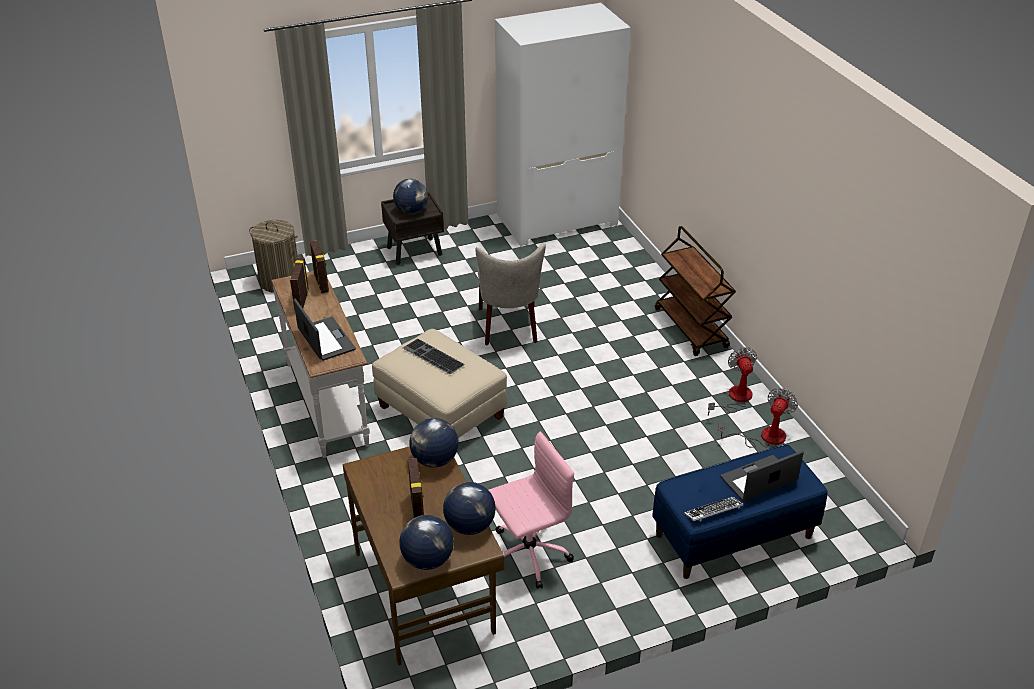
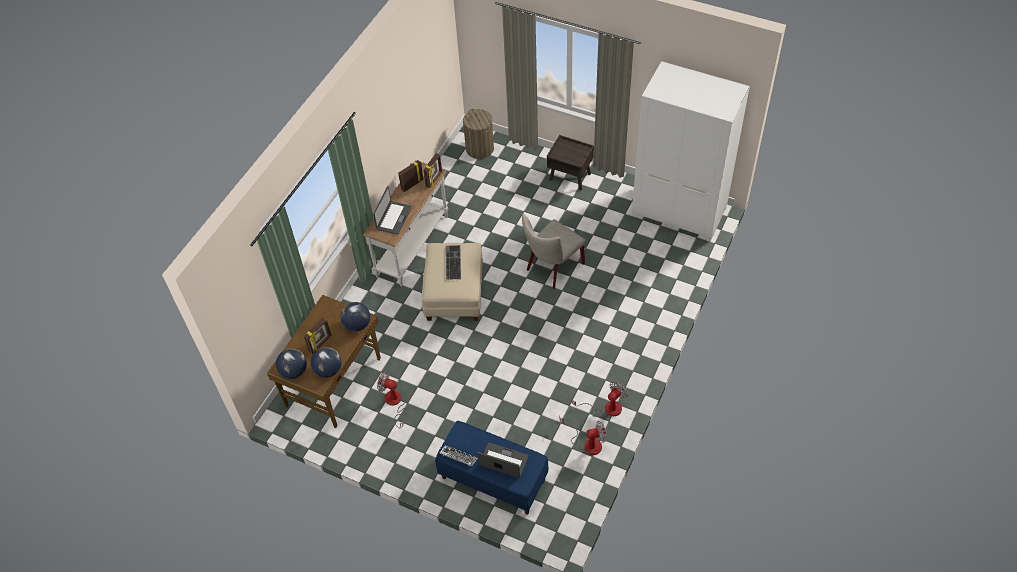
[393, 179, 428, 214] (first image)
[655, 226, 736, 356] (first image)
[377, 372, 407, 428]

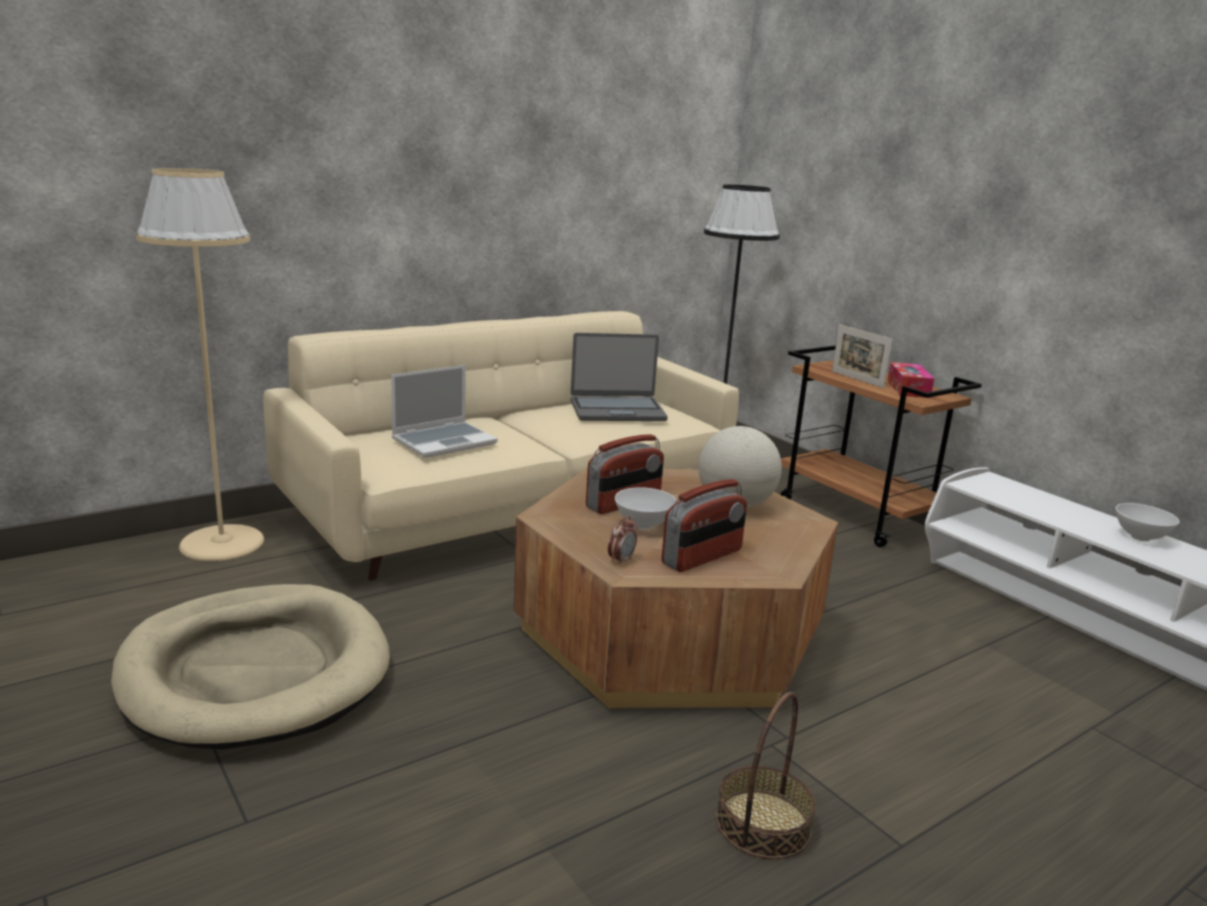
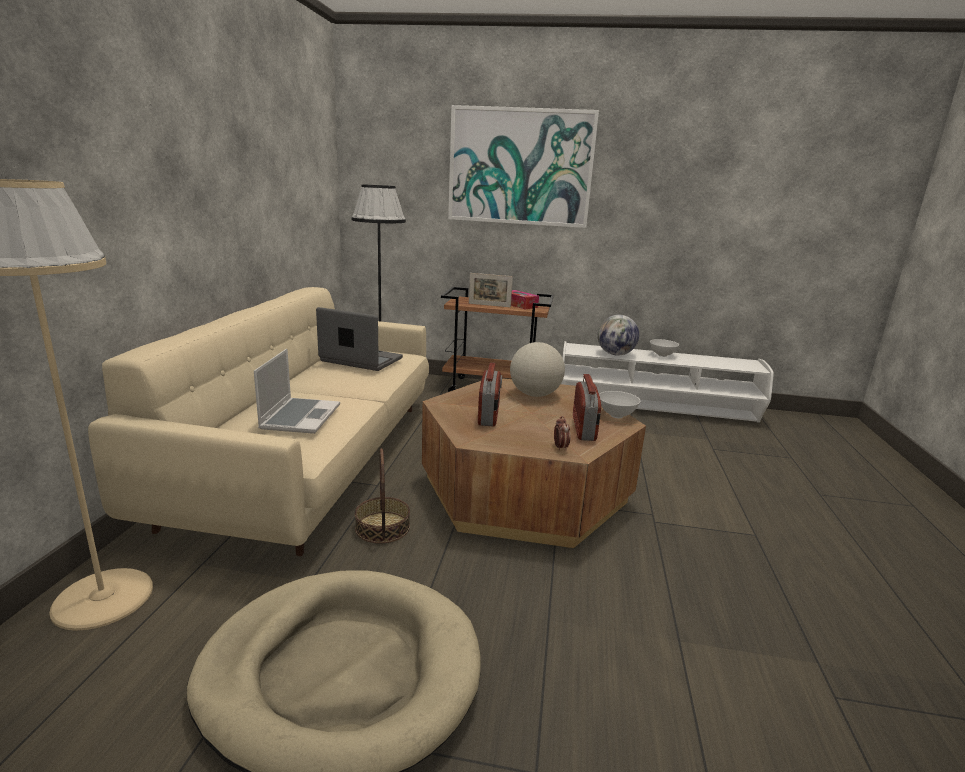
[448, 105, 599, 228]
[598, 315, 639, 356]
[599, 391, 641, 418]
[355, 448, 410, 543]
[316, 307, 403, 371]

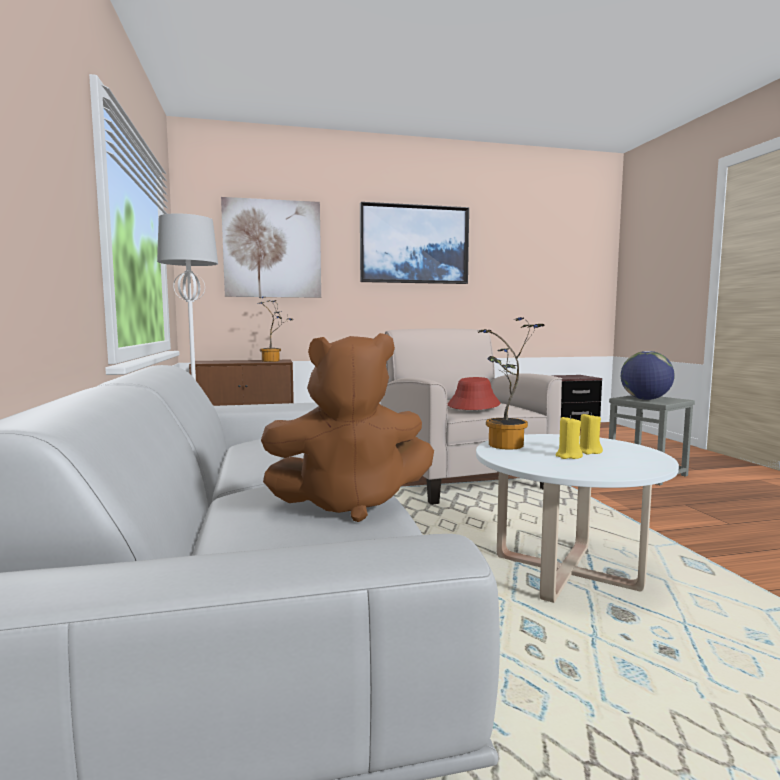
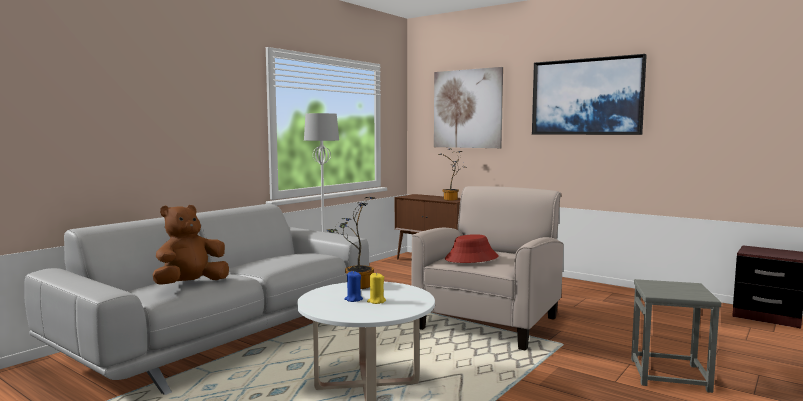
[621, 351, 675, 400] (first image)
[344, 271, 363, 302]
[153, 205, 229, 285]

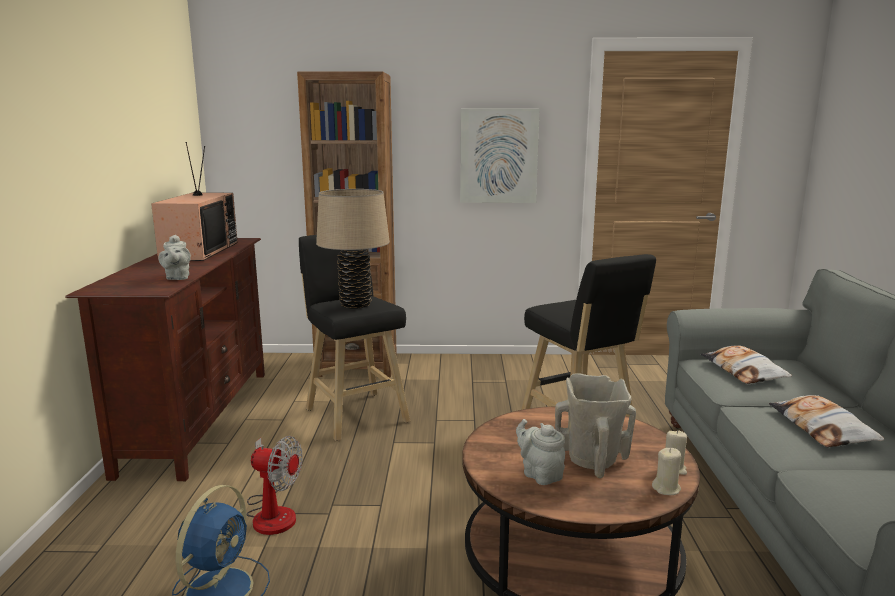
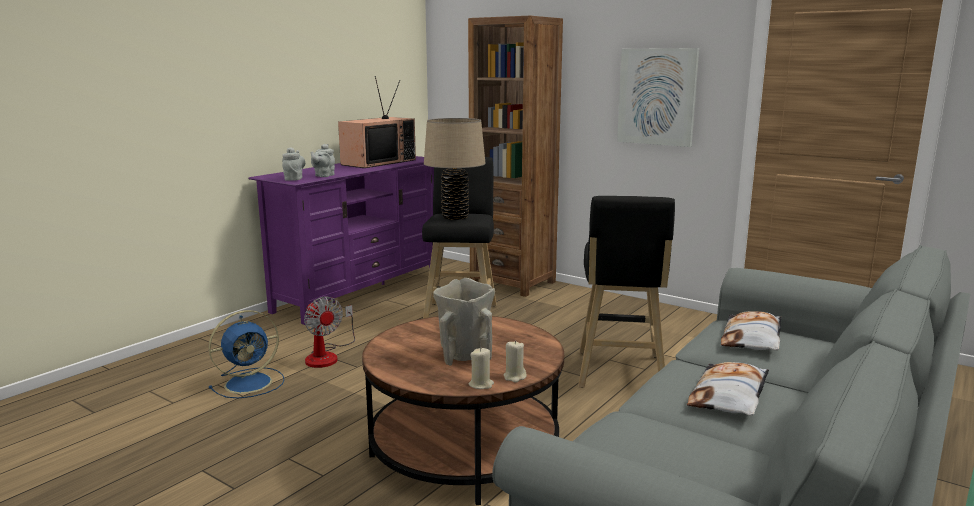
[282, 147, 305, 181]
[248, 156, 434, 325]

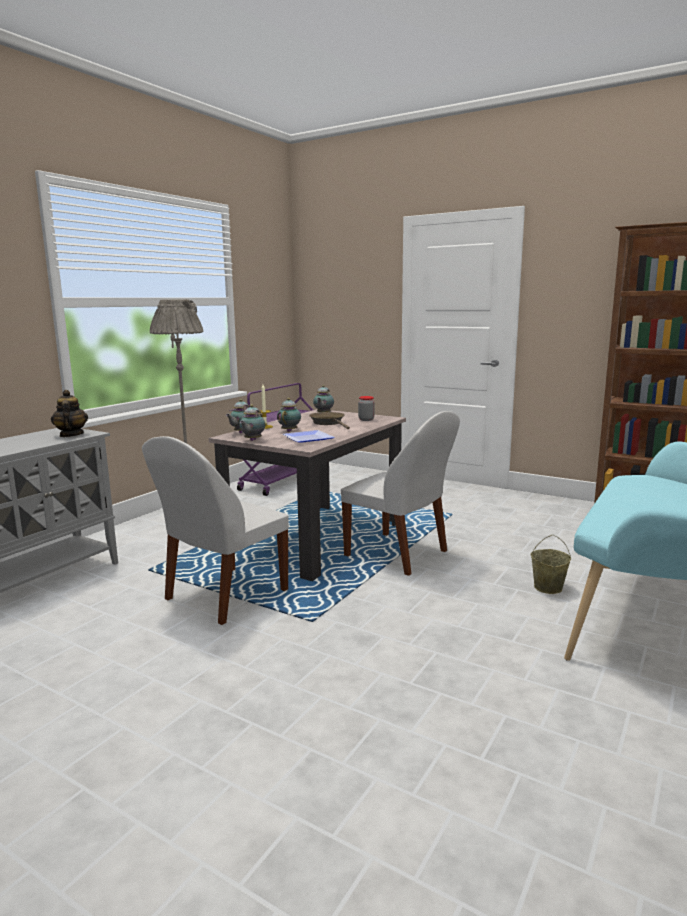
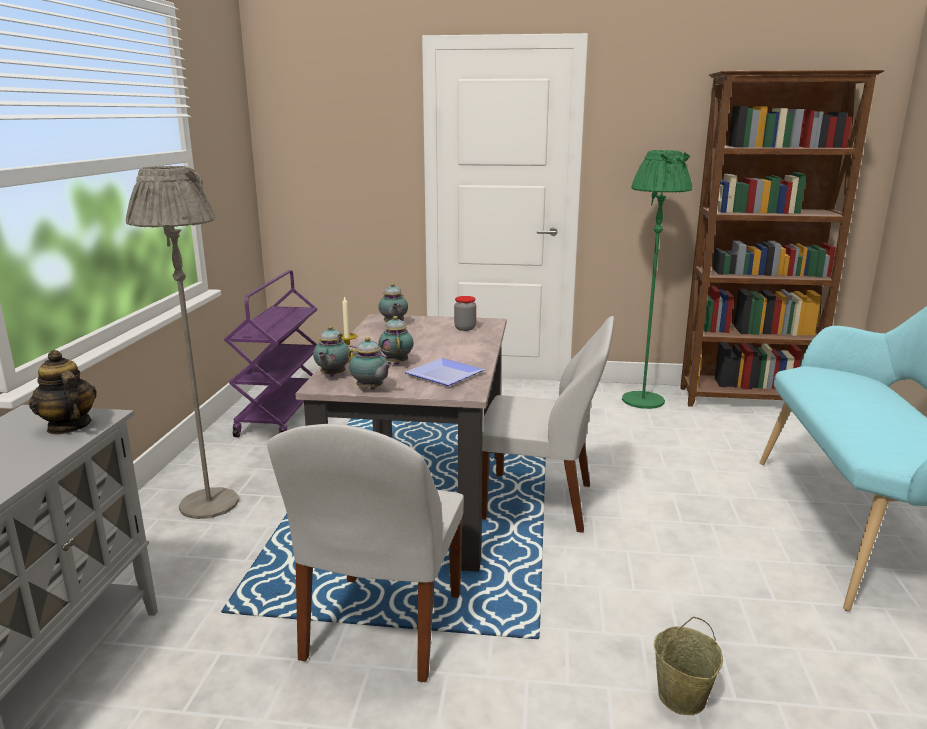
[309, 412, 350, 429] (first image)
[622, 150, 693, 409]
[654, 617, 723, 715]
[348, 337, 393, 390]

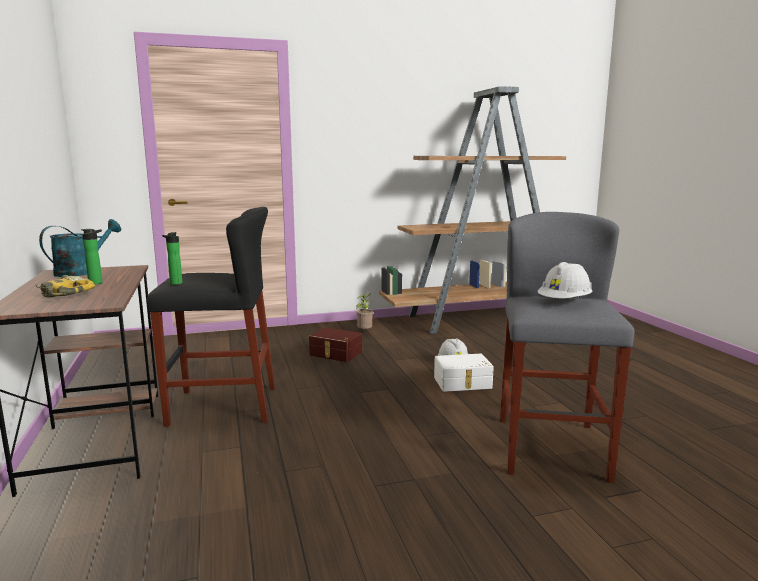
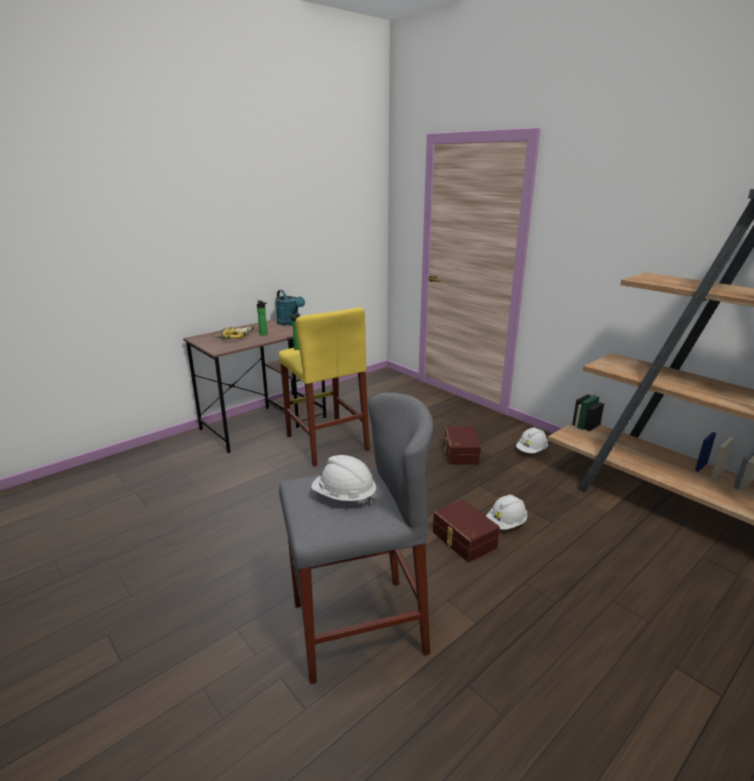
[516, 427, 548, 453]
[279, 307, 370, 467]
[433, 499, 500, 563]
[275, 290, 305, 326]

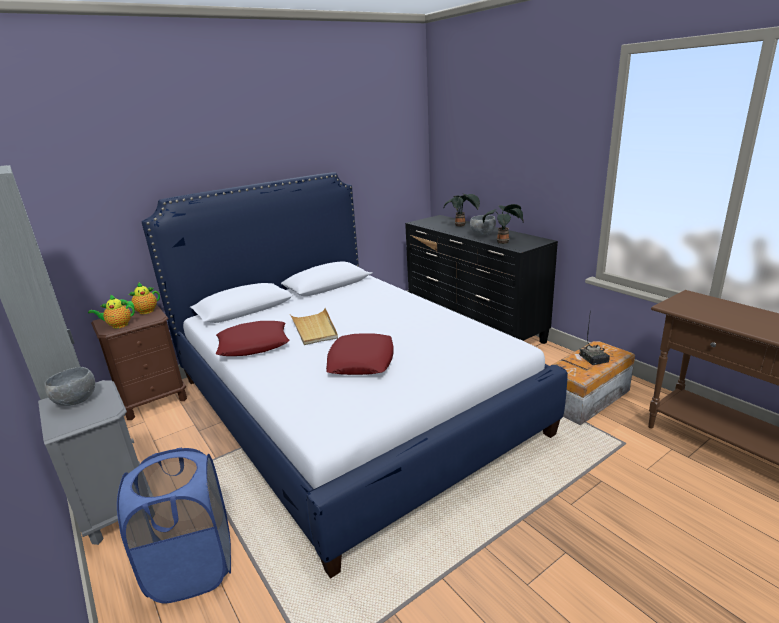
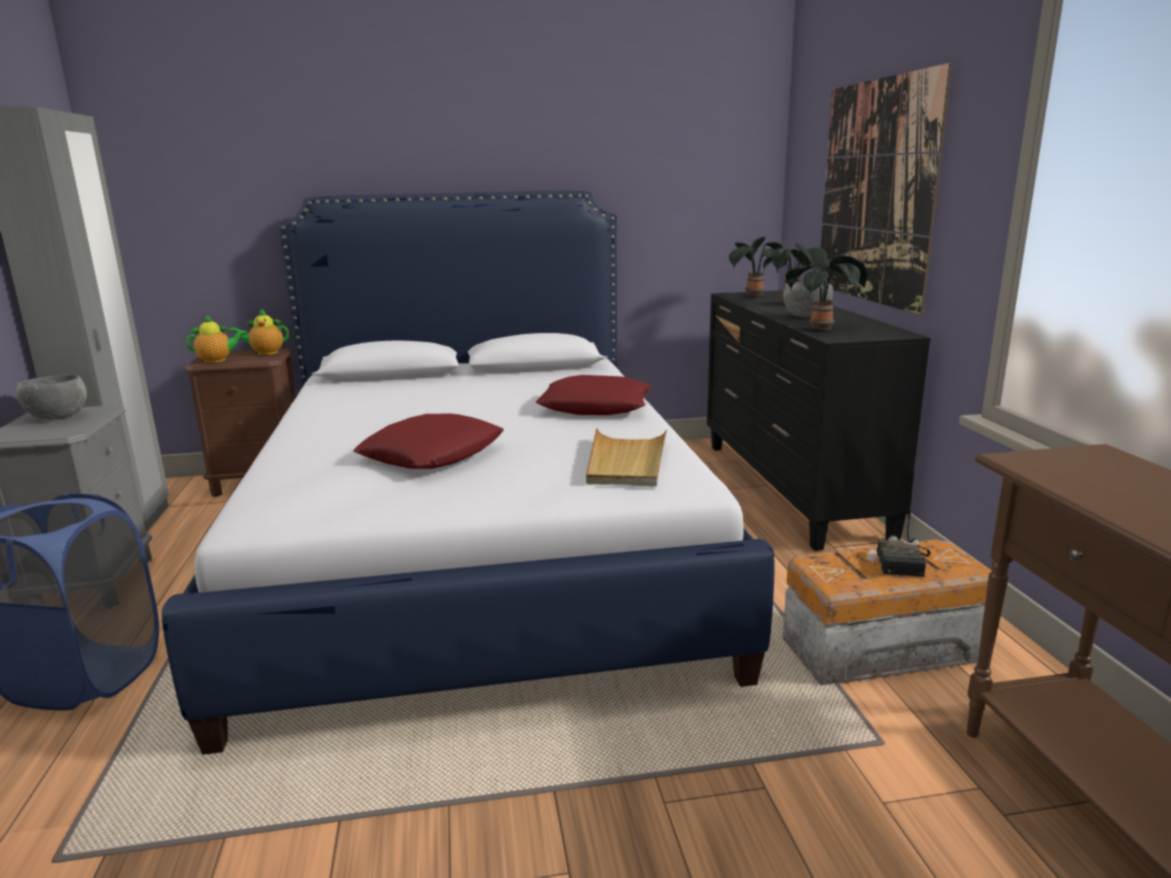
[729, 237, 783, 296]
[821, 63, 952, 315]
[536, 375, 652, 415]
[586, 428, 667, 486]
[186, 314, 248, 363]

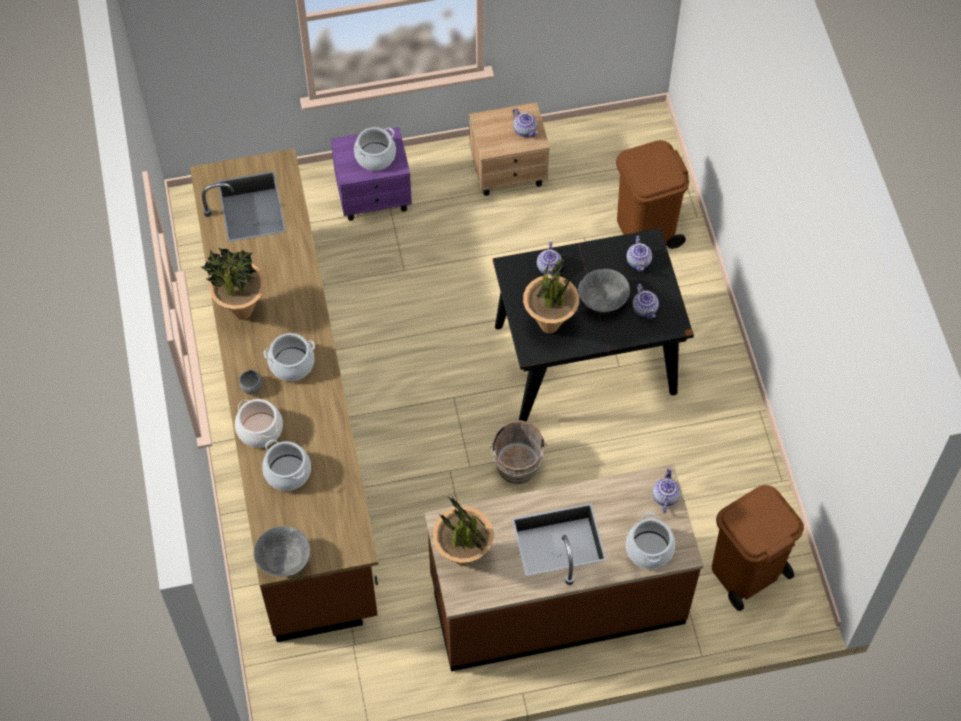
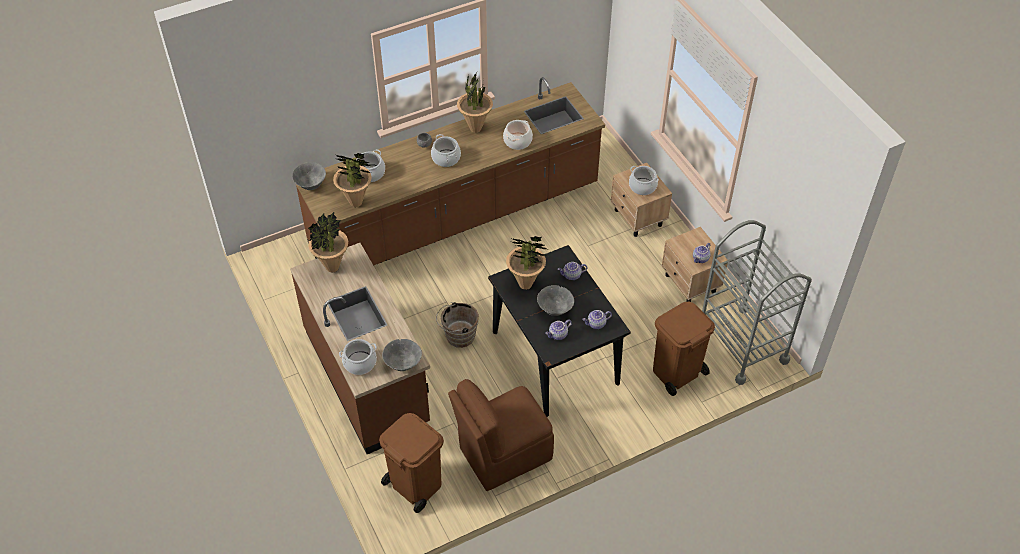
[333, 153, 372, 207]
[448, 379, 554, 491]
[702, 220, 812, 385]
[503, 120, 533, 150]
[382, 339, 422, 371]
[611, 163, 672, 237]

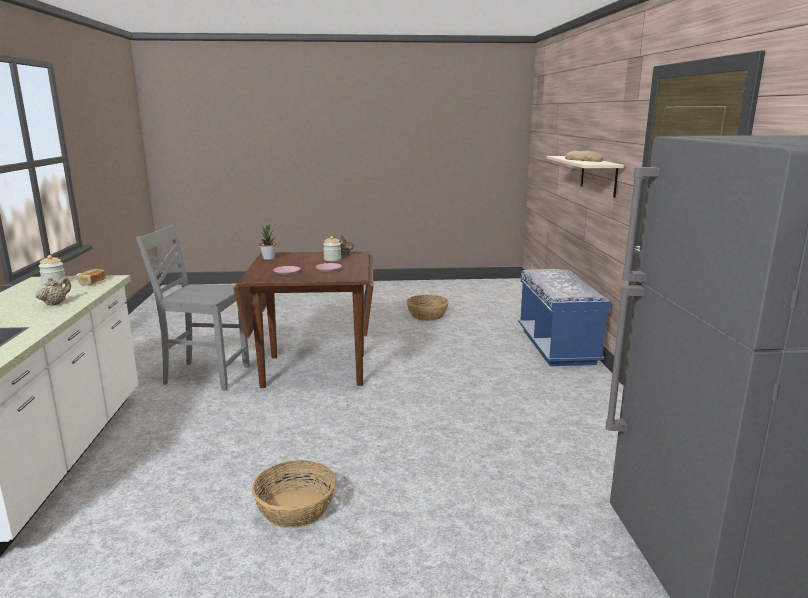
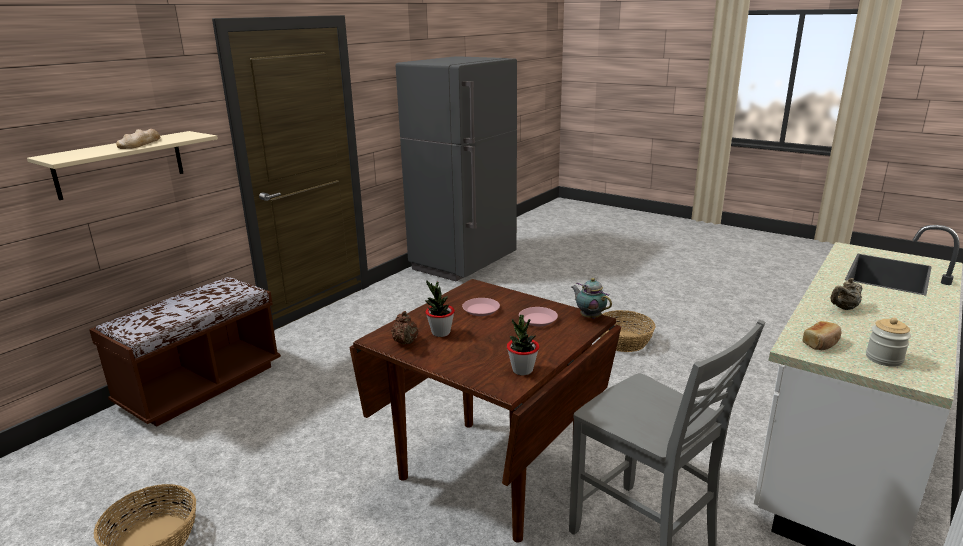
[572, 278, 612, 319]
[425, 280, 455, 337]
[89, 277, 281, 427]

